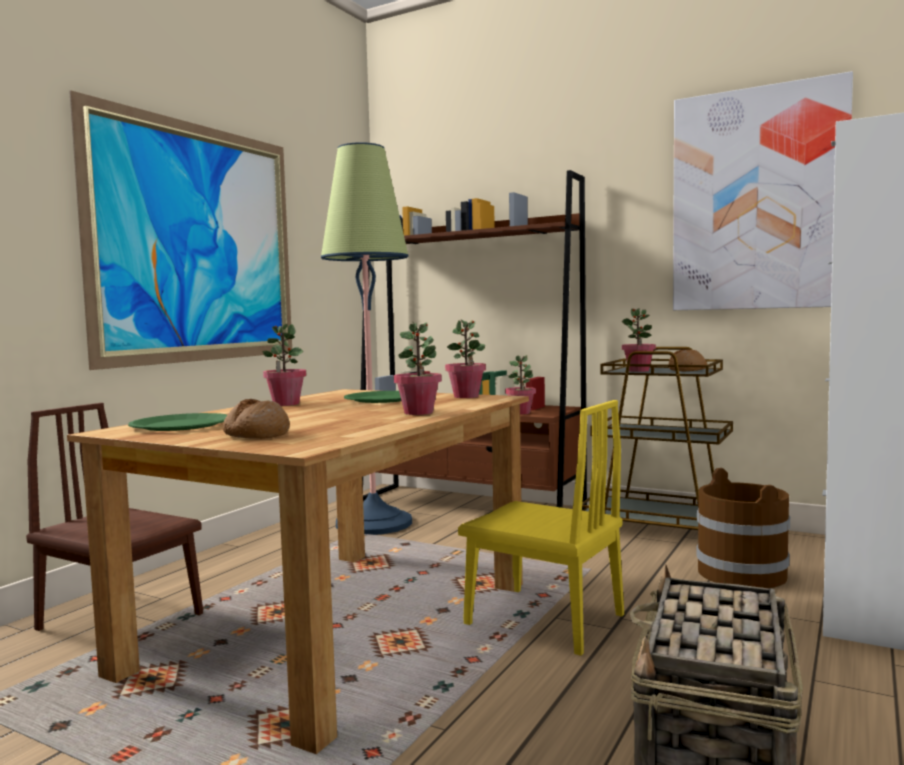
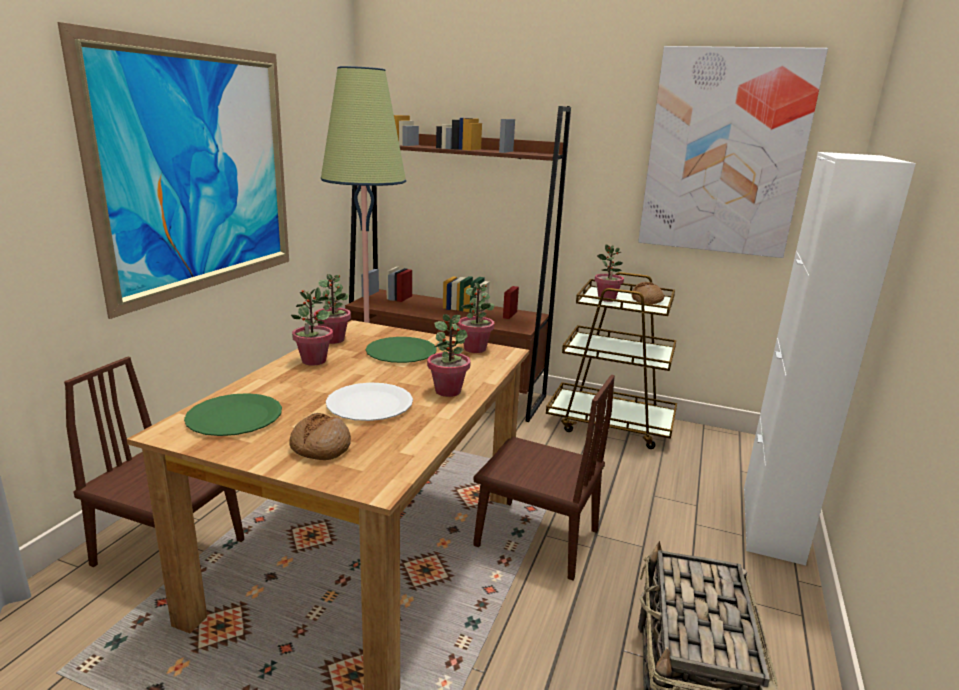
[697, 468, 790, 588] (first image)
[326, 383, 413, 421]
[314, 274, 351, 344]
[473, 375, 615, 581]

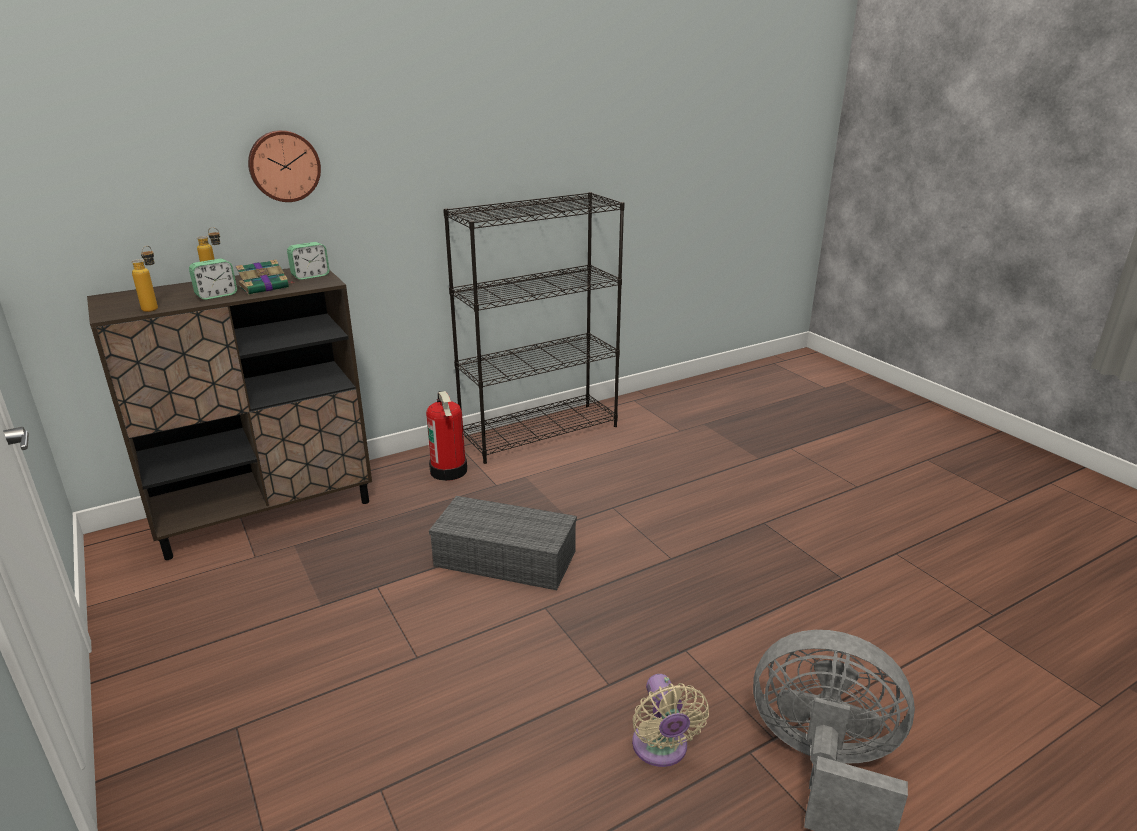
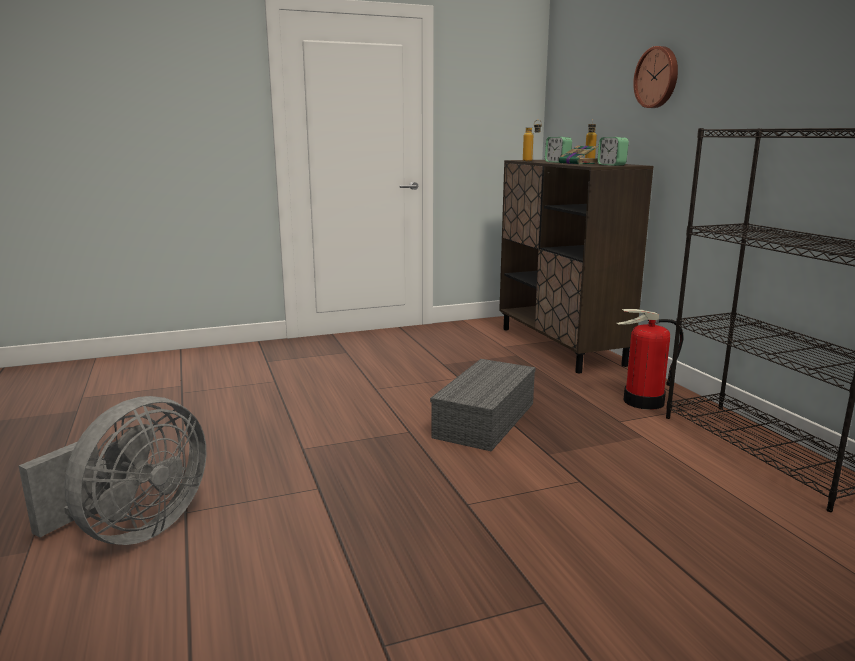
[632, 674, 709, 767] (first image)

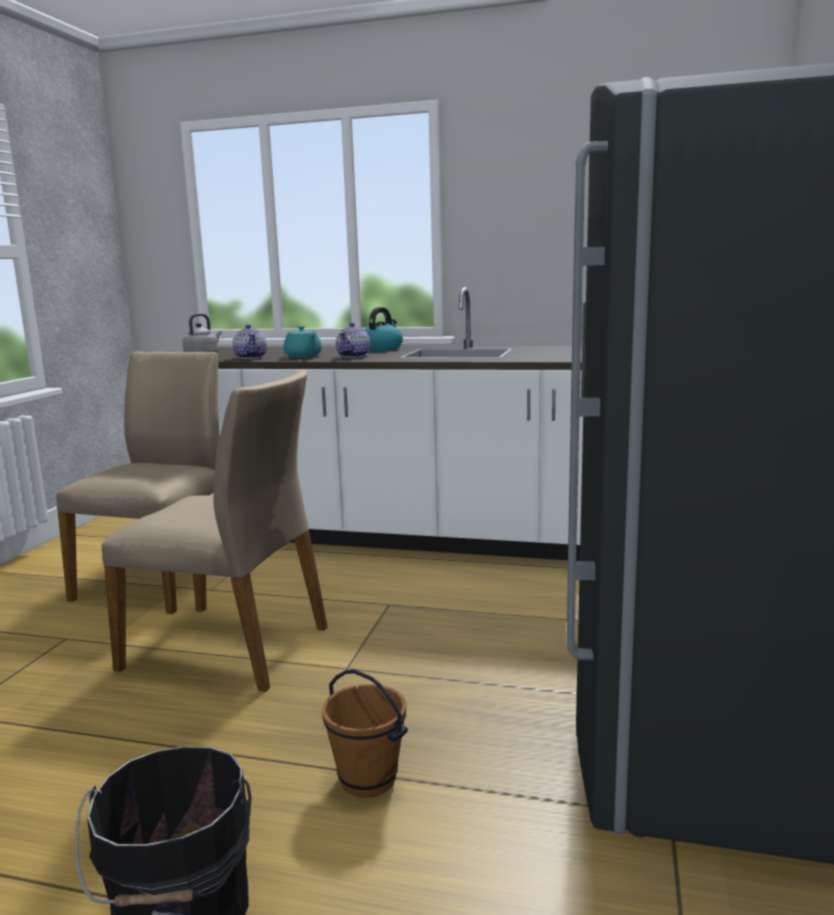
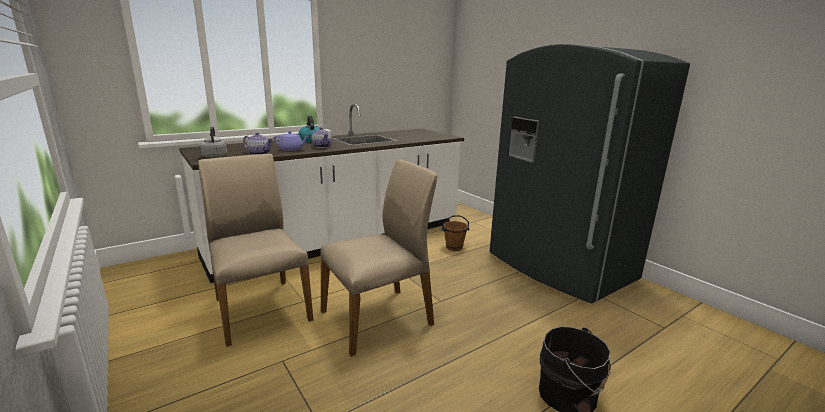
[442, 215, 469, 251]
[274, 131, 309, 151]

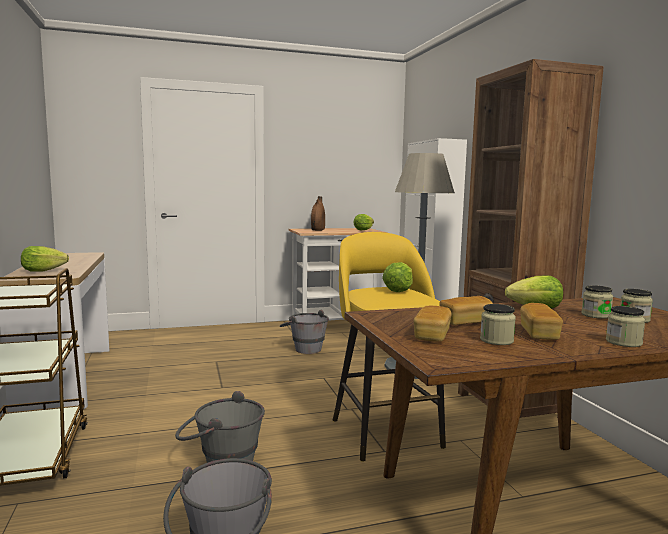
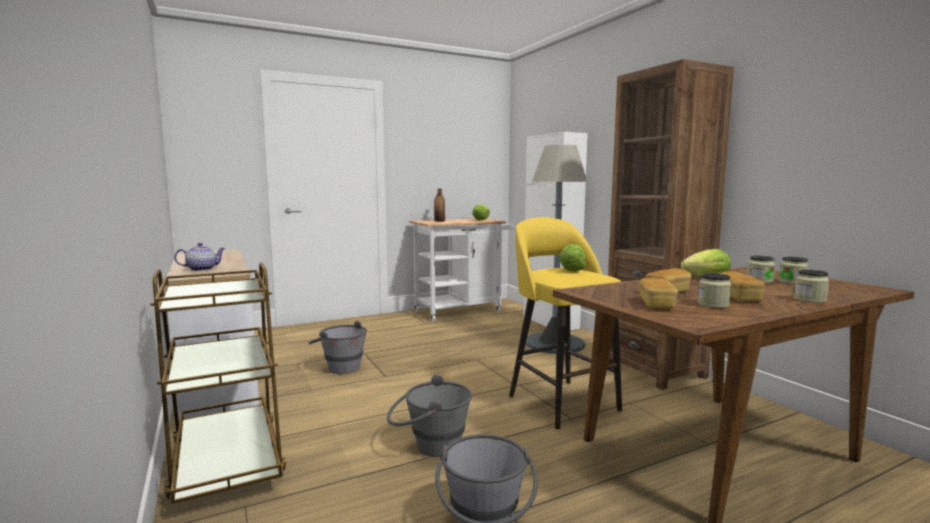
[308, 320, 367, 374]
[174, 243, 226, 271]

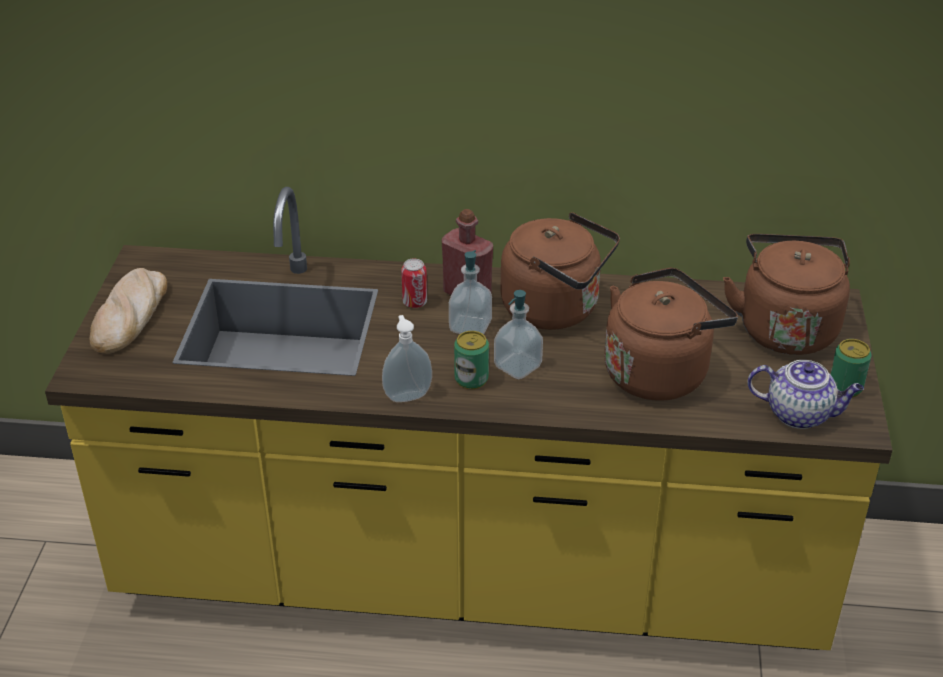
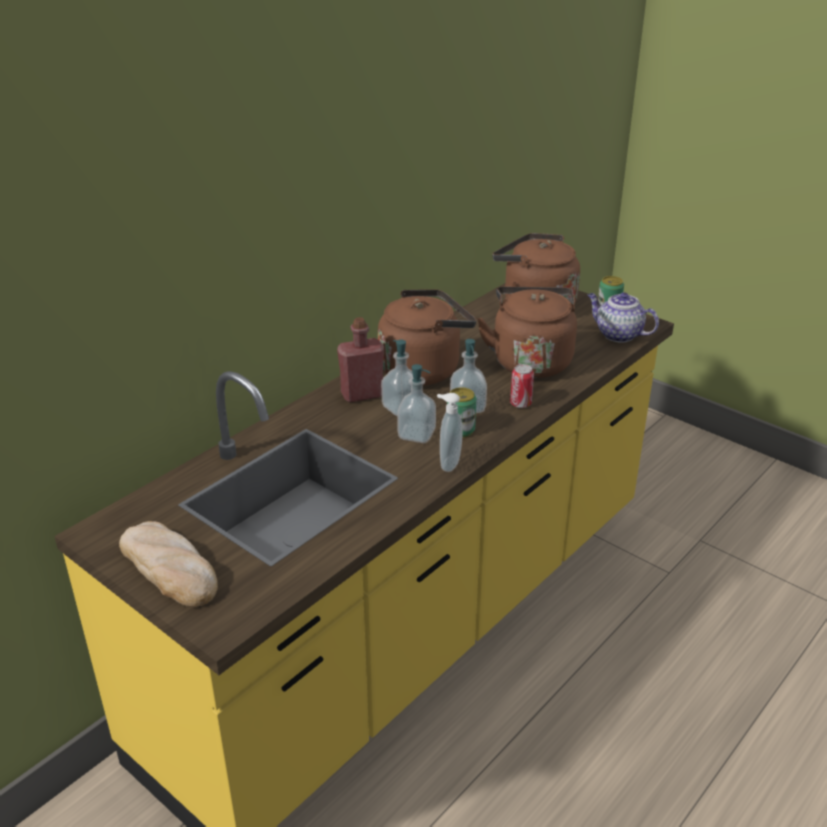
[397, 364, 436, 443]
[510, 364, 534, 408]
[588, 292, 659, 343]

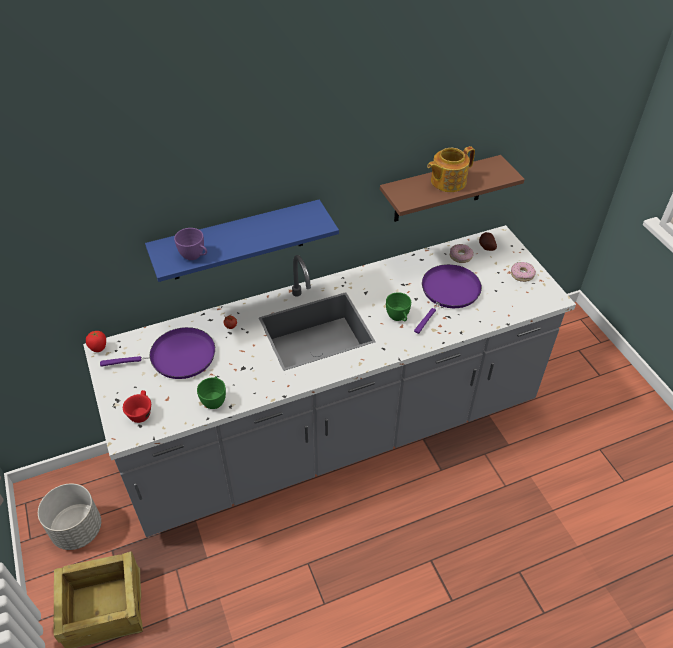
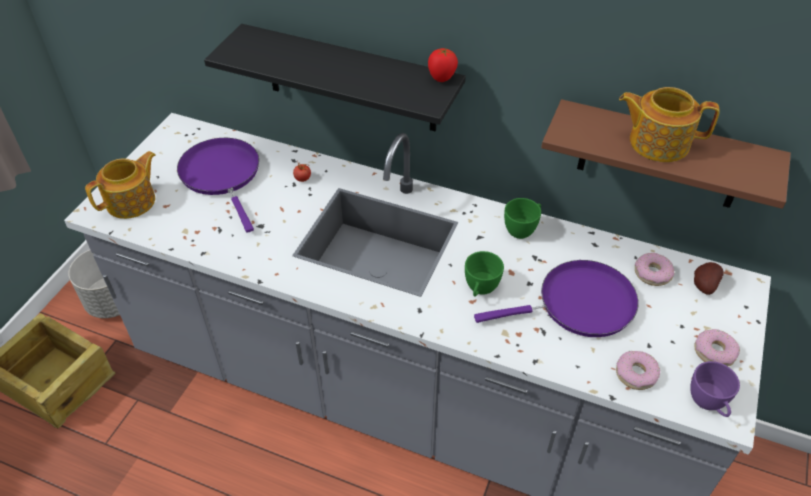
[616, 351, 660, 390]
[428, 48, 458, 82]
[690, 361, 740, 417]
[504, 198, 541, 239]
[85, 151, 156, 219]
[204, 24, 466, 131]
[177, 138, 259, 233]

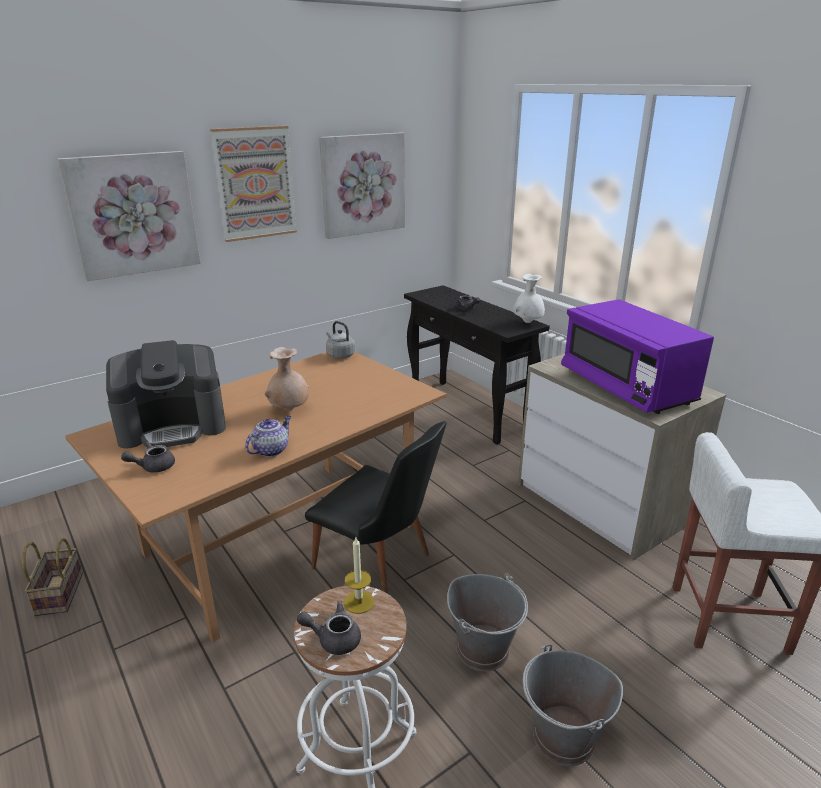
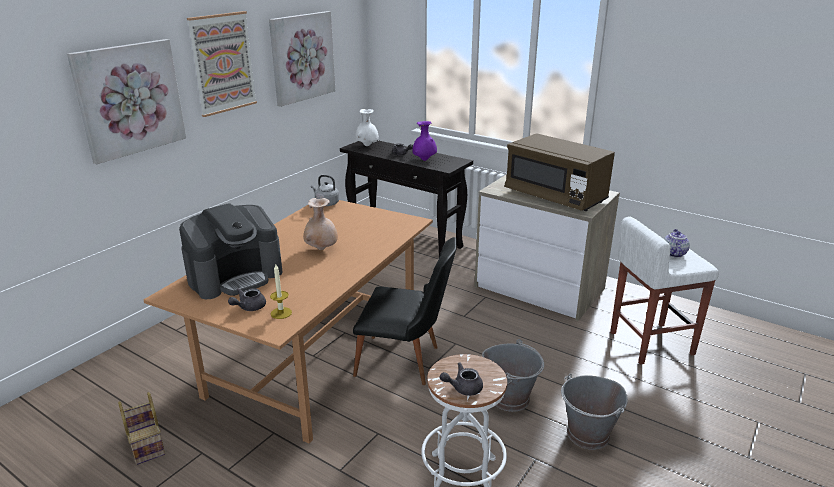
[412, 121, 437, 161]
[664, 229, 690, 257]
[270, 264, 292, 319]
[355, 109, 379, 146]
[505, 133, 615, 211]

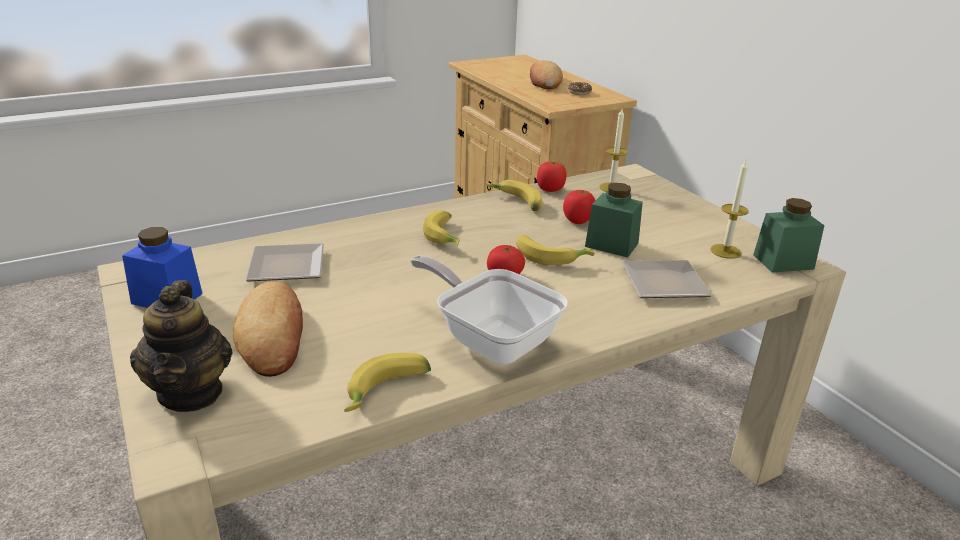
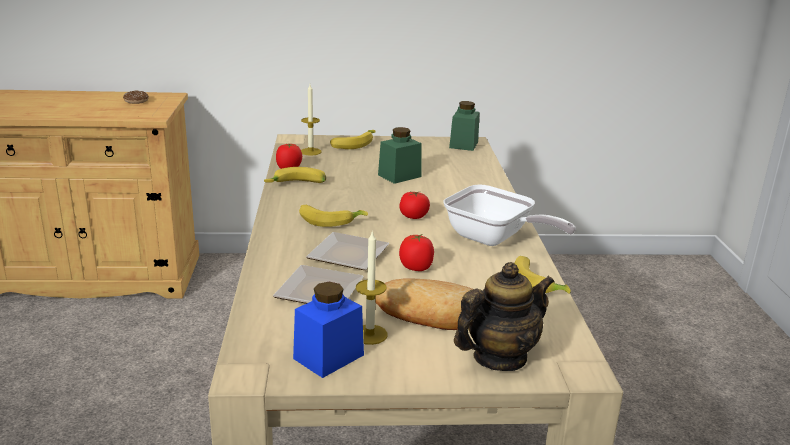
[530, 60, 563, 89] (first image)
[330, 130, 376, 149]
[399, 234, 434, 271]
[306, 232, 389, 270]
[356, 230, 388, 345]
[454, 262, 554, 371]
[443, 185, 576, 246]

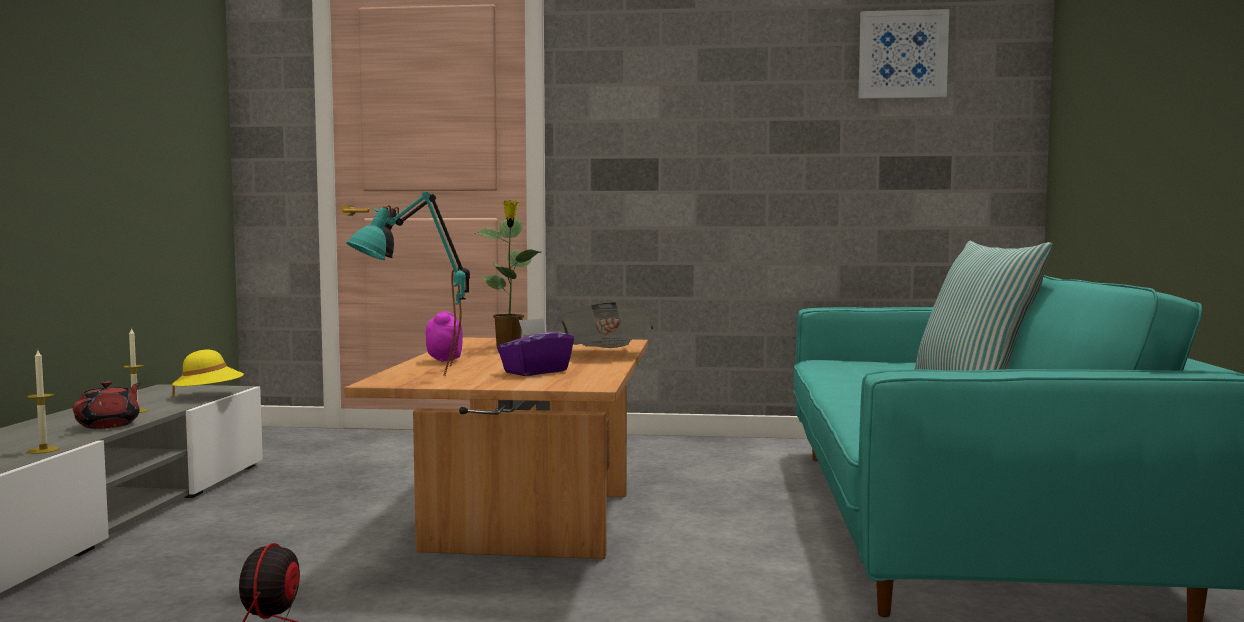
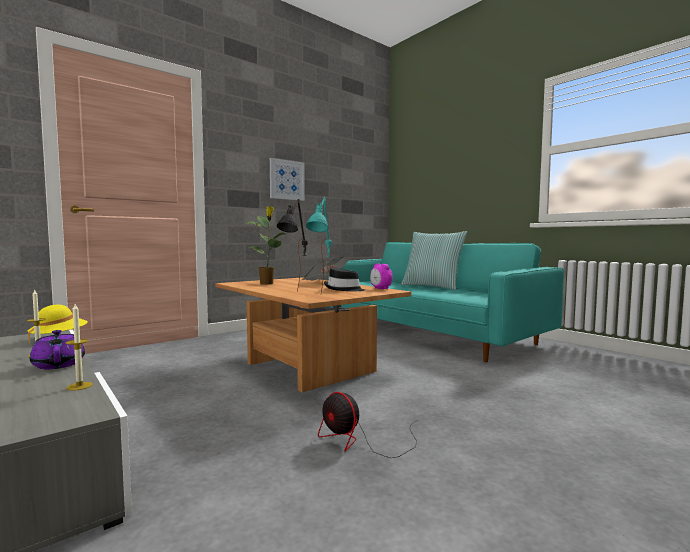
[370, 263, 393, 290]
[270, 158, 305, 201]
[324, 268, 365, 291]
[30, 330, 85, 369]

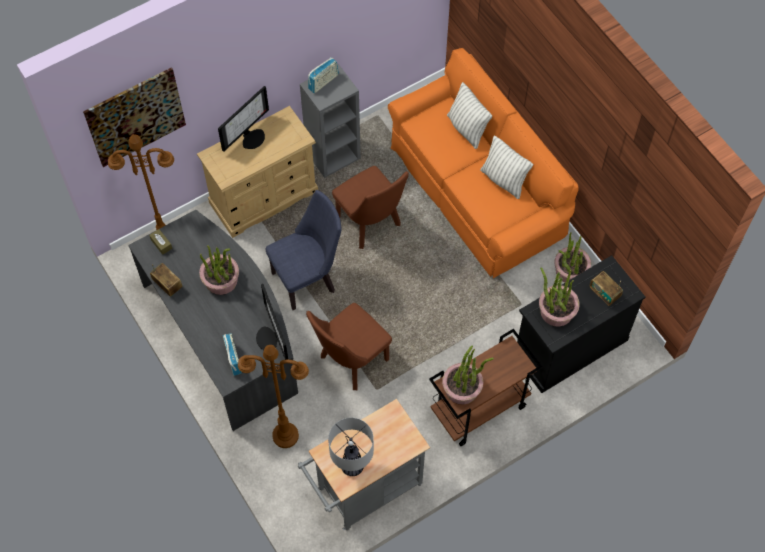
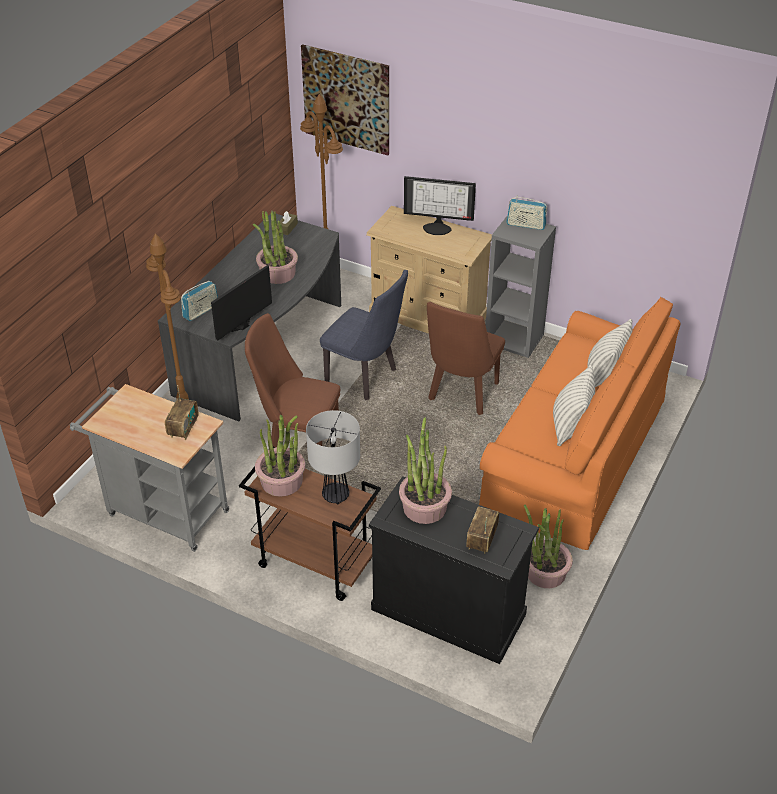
[165, 385, 199, 440]
[306, 410, 360, 505]

